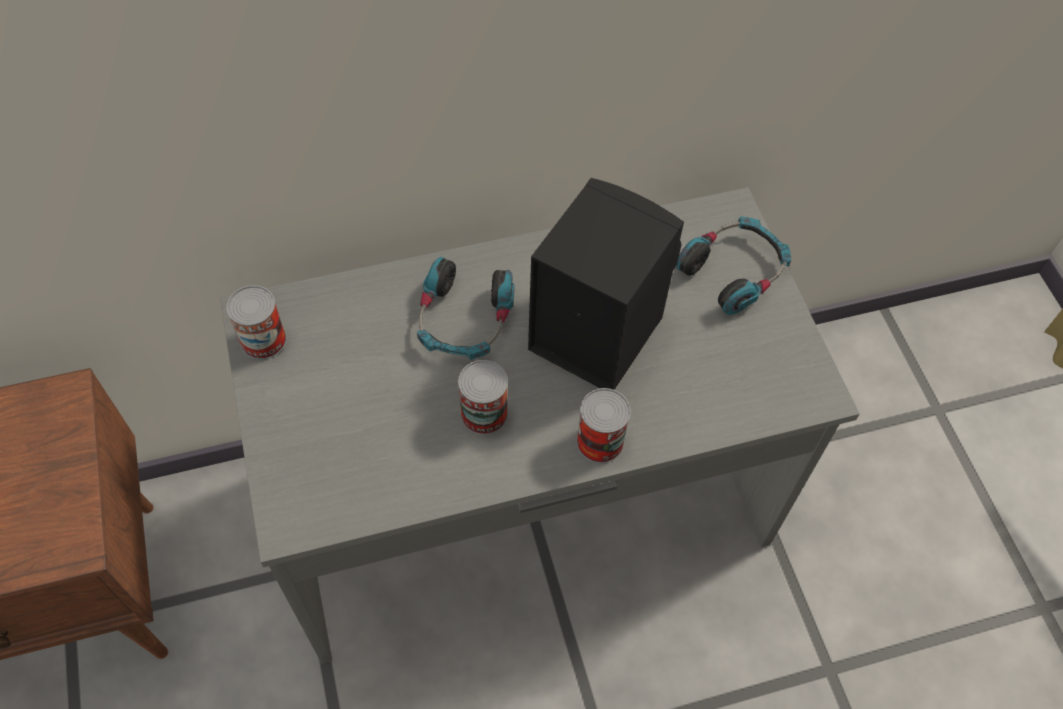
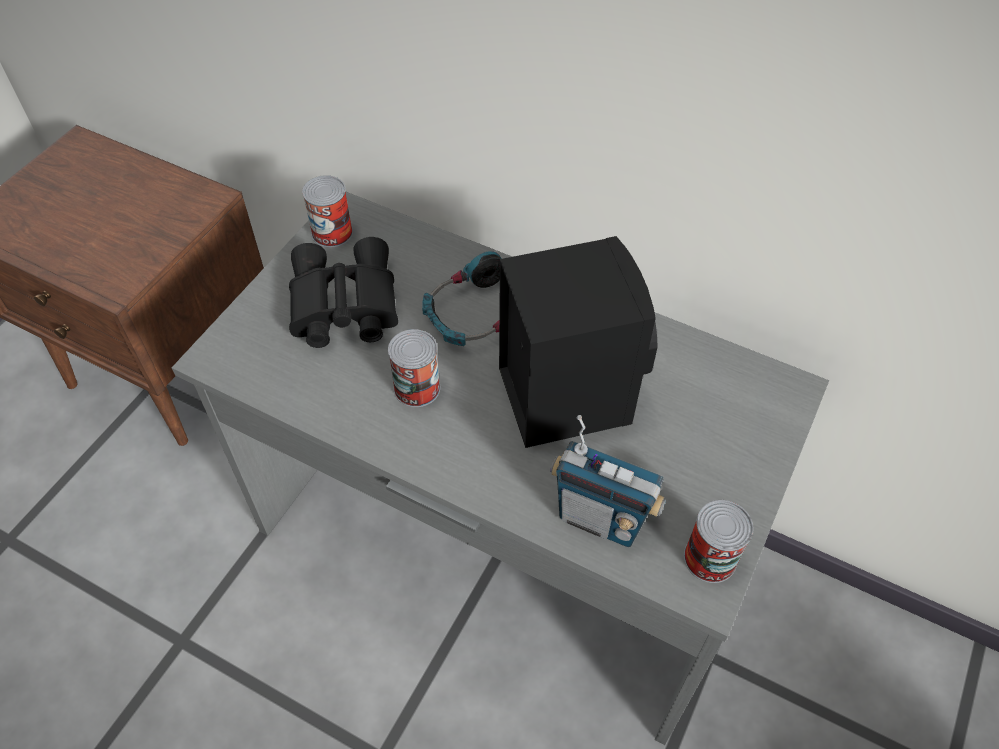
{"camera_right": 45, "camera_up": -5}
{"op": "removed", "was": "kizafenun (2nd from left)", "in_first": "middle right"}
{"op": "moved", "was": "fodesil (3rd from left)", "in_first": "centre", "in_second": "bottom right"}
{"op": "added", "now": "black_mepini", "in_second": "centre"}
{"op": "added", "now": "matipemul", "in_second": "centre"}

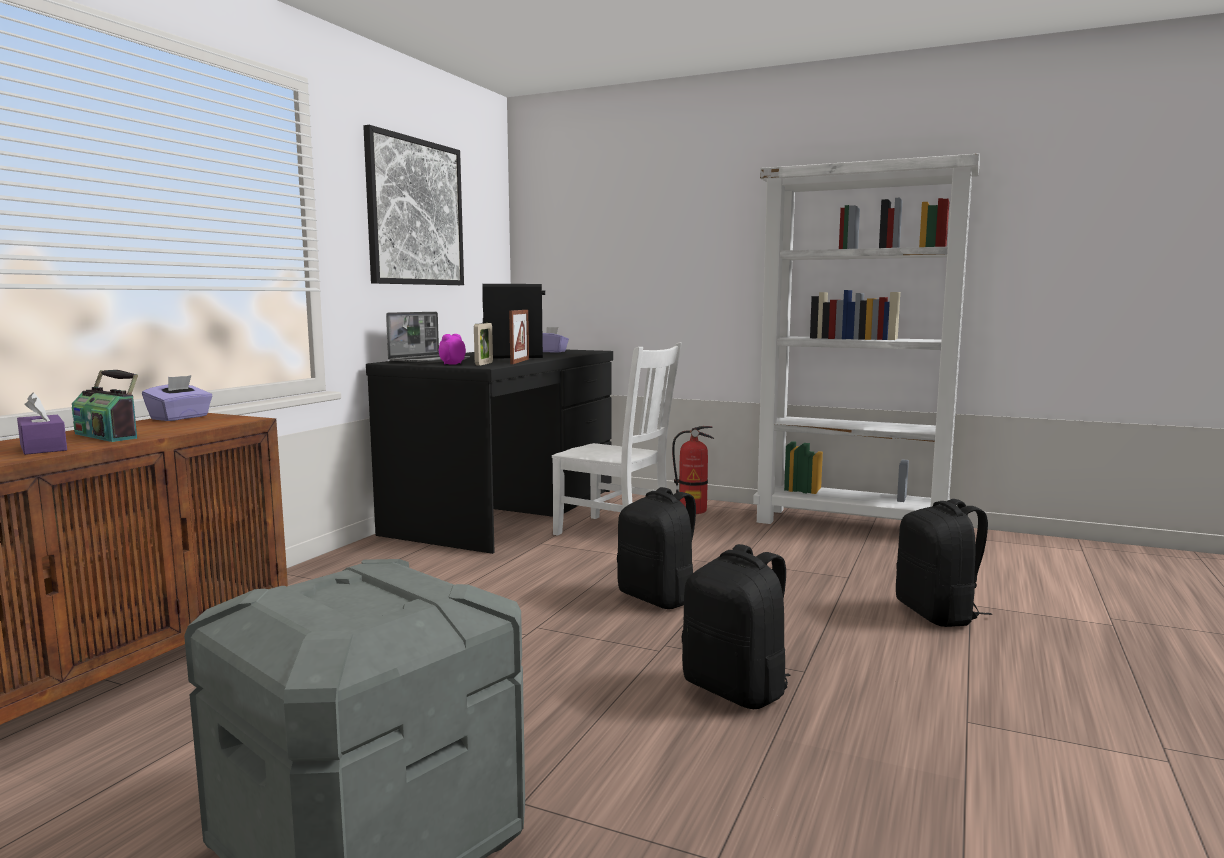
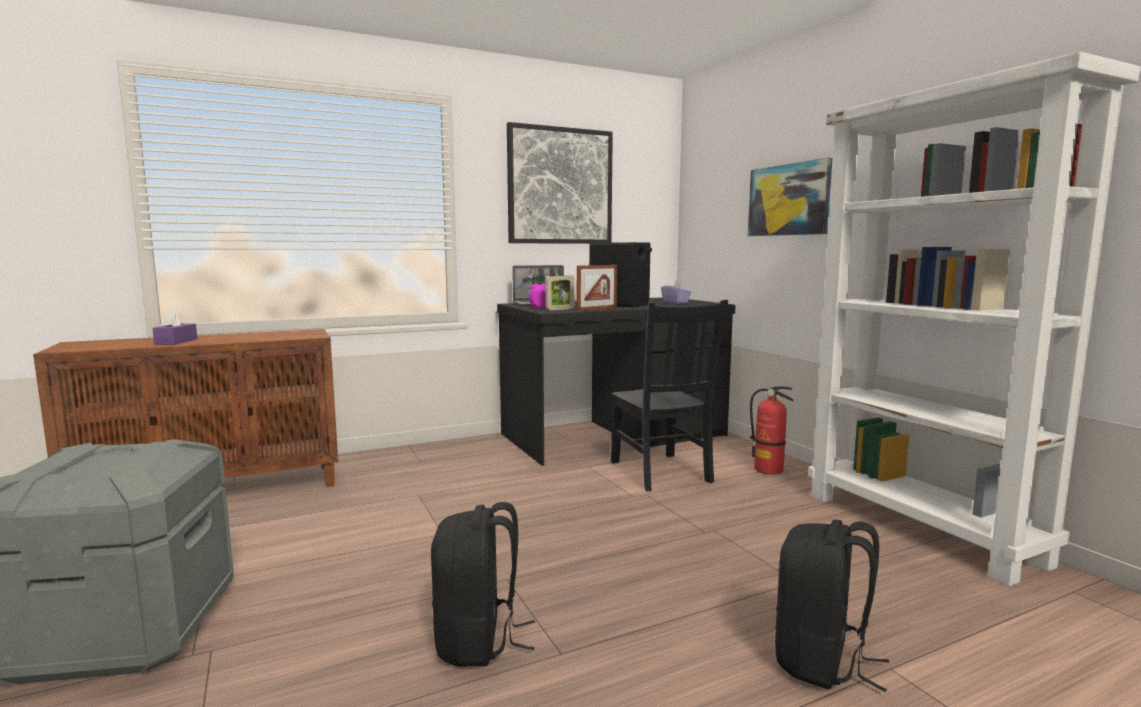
{"camera_right": 40, "camera_up": 0}
{"op": "recoloured", "was": "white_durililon", "now": "black_durililon", "in_first": "centre", "in_second": "centre"}
{"op": "removed", "was": "matipemul", "in_first": "middle left"}
{"op": "removed", "was": "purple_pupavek (2nd from left)", "in_first": "middle left"}
{"op": "removed", "was": "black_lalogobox (1st from left)", "in_first": "centre"}
{"op": "added", "now": "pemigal (2nd from left)", "in_second": "top right"}

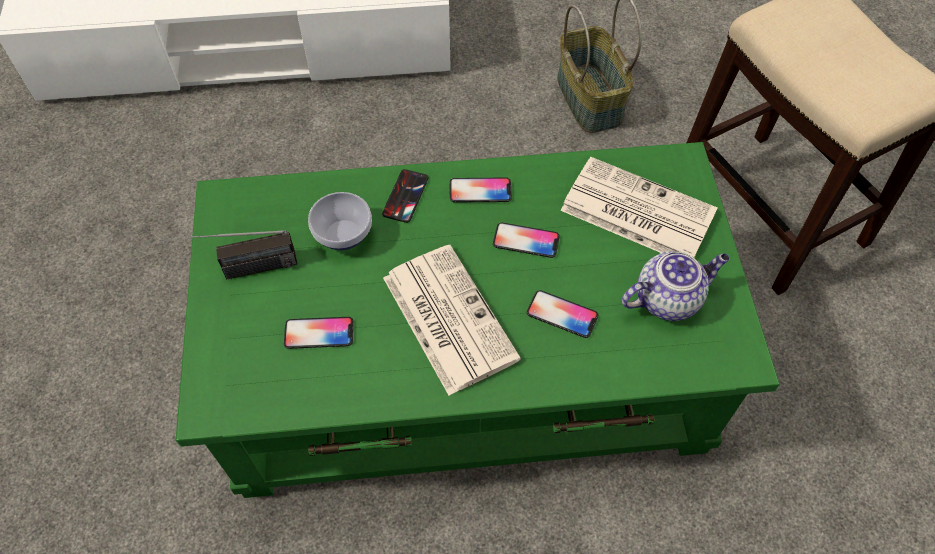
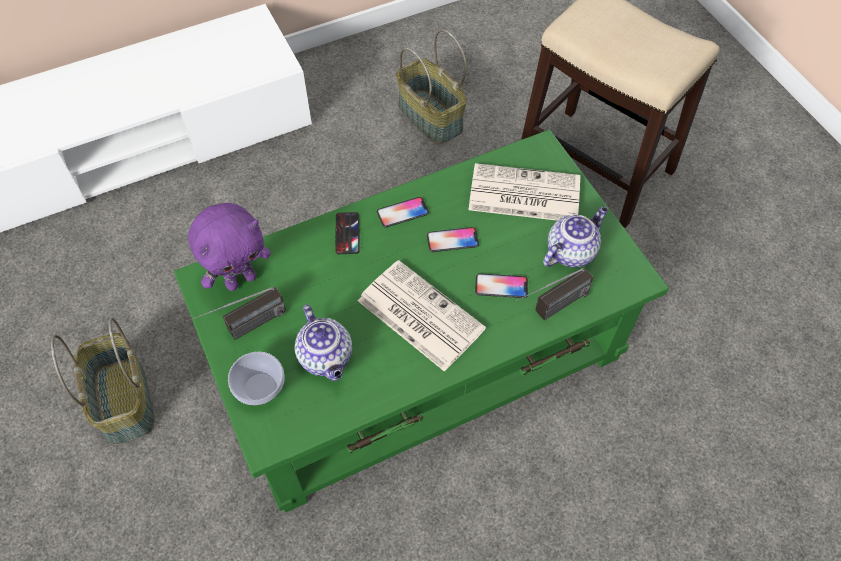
{"camera_right": -20, "camera_up": 0}
{"op": "moved", "was": "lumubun", "in_first": "centre", "in_second": "bottom left"}
{"op": "replaced", "was": "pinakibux (1st from left)", "now": "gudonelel (1st from left)", "in_first": "centre", "in_second": "centre"}
{"op": "added", "now": "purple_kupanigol", "in_second": "middle left"}
{"op": "added", "now": "matipemul (2nd from left)", "in_second": "centre"}
{"op": "added", "now": "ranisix (1st from left)", "in_second": "bottom left"}

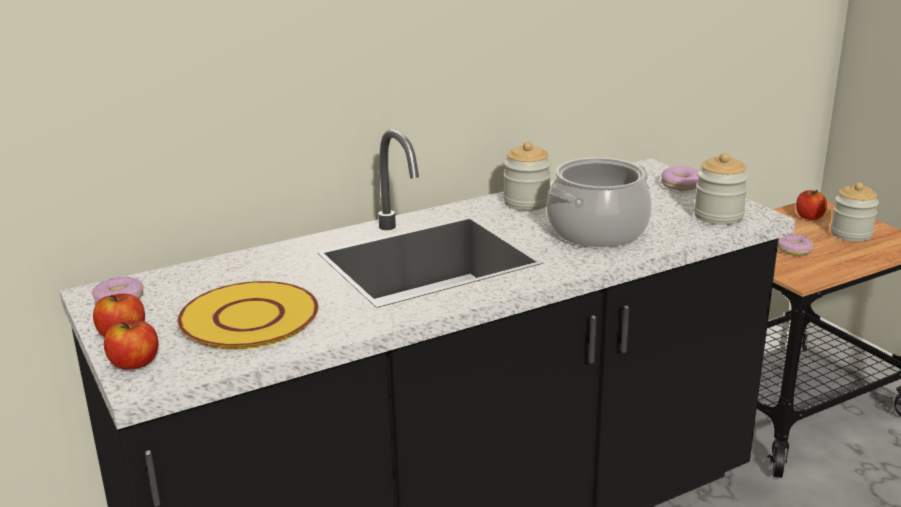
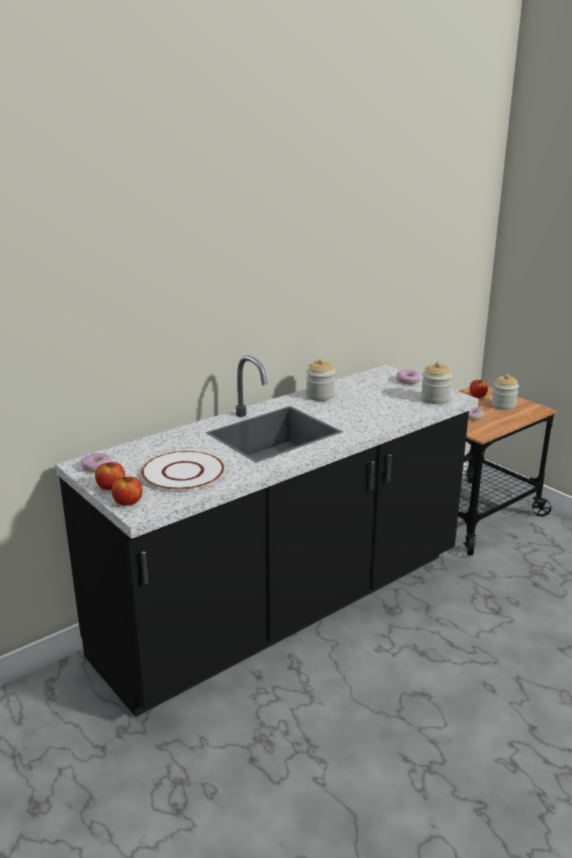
{"camera_right": -10, "camera_up": 0}
{"op": "removed", "was": "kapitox", "in_first": "centre"}
{"op": "recoloured", "was": "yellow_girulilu", "now": "white_girulilu", "in_first": "middle left", "in_second": "middle left"}

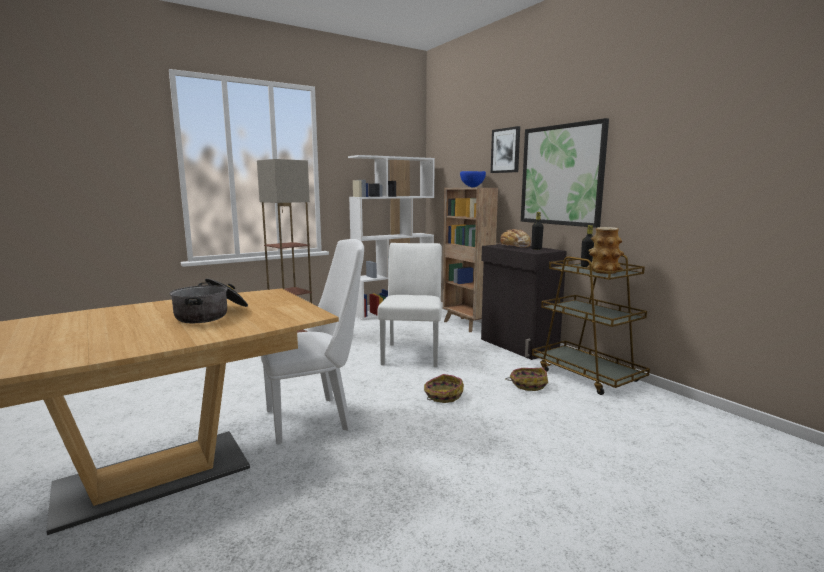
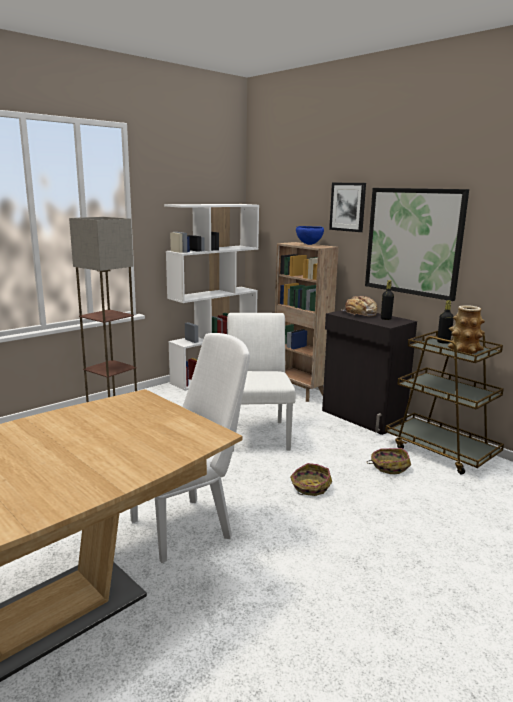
{"camera_right": -10, "camera_up": 5}
{"op": "removed", "was": "kapitox", "in_first": "middle left"}

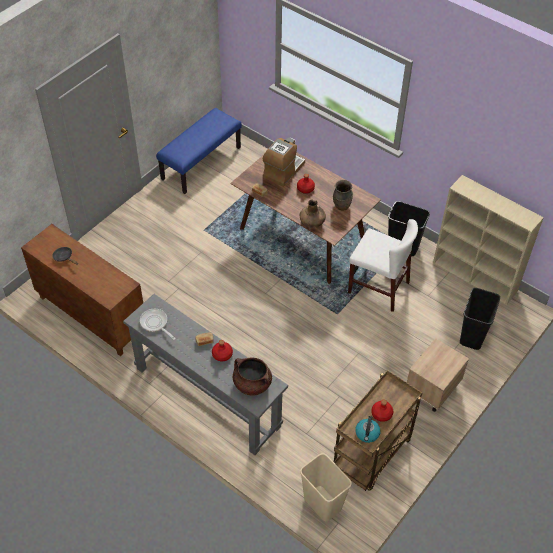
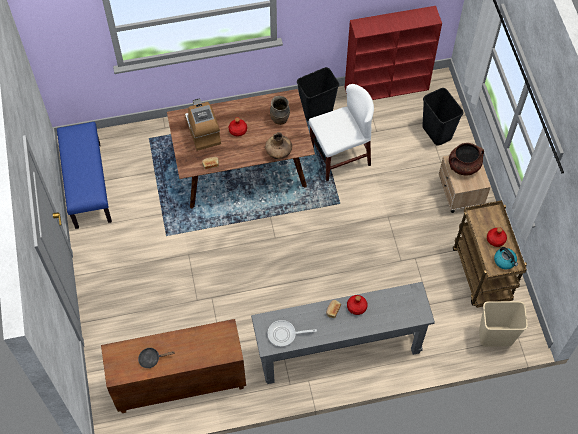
{"camera_right": -50, "camera_up": 10}
{"op": "recoloured", "was": "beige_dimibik", "now": "red_dimibik", "in_first": "middle right", "in_second": "top right"}
{"op": "moved", "was": "brown_kapitox", "in_first": "bottom centre", "in_second": "middle right"}

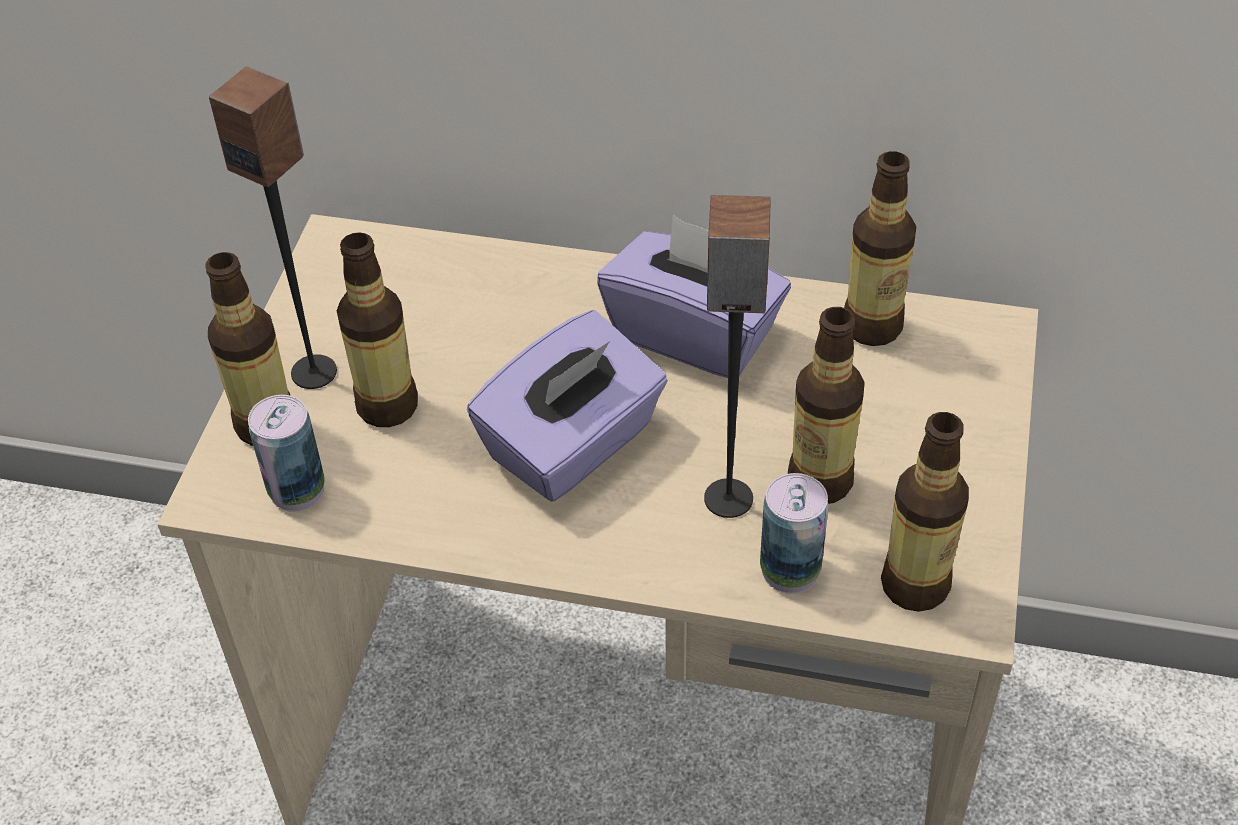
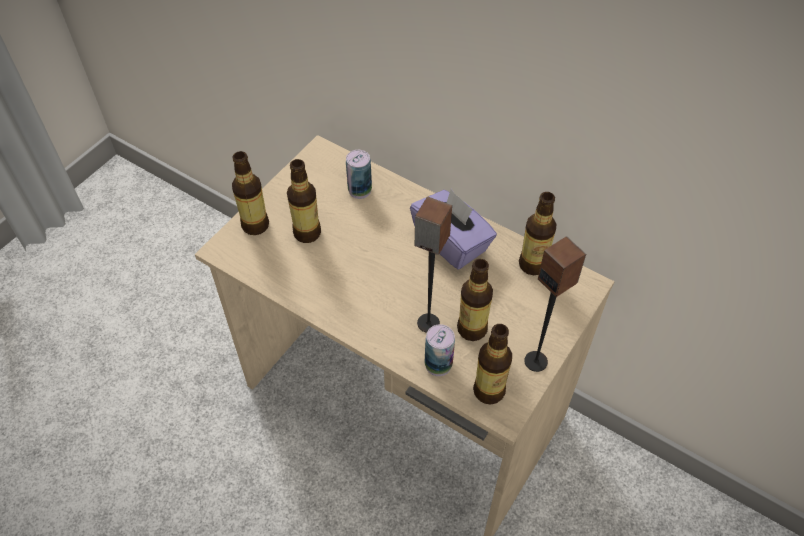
{"camera_right": 20, "camera_up": 5}
{"op": "moved", "was": "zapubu (1st from left in the first image)", "now": "zapubu (2nd from left)", "in_first": "top left", "in_second": "middle right"}
{"op": "removed", "was": "purple_pupavek (1st from left)", "in_first": "centre"}
{"op": "moved", "was": "fodesil (1st from left)", "in_first": "middle left", "in_second": "top centre"}

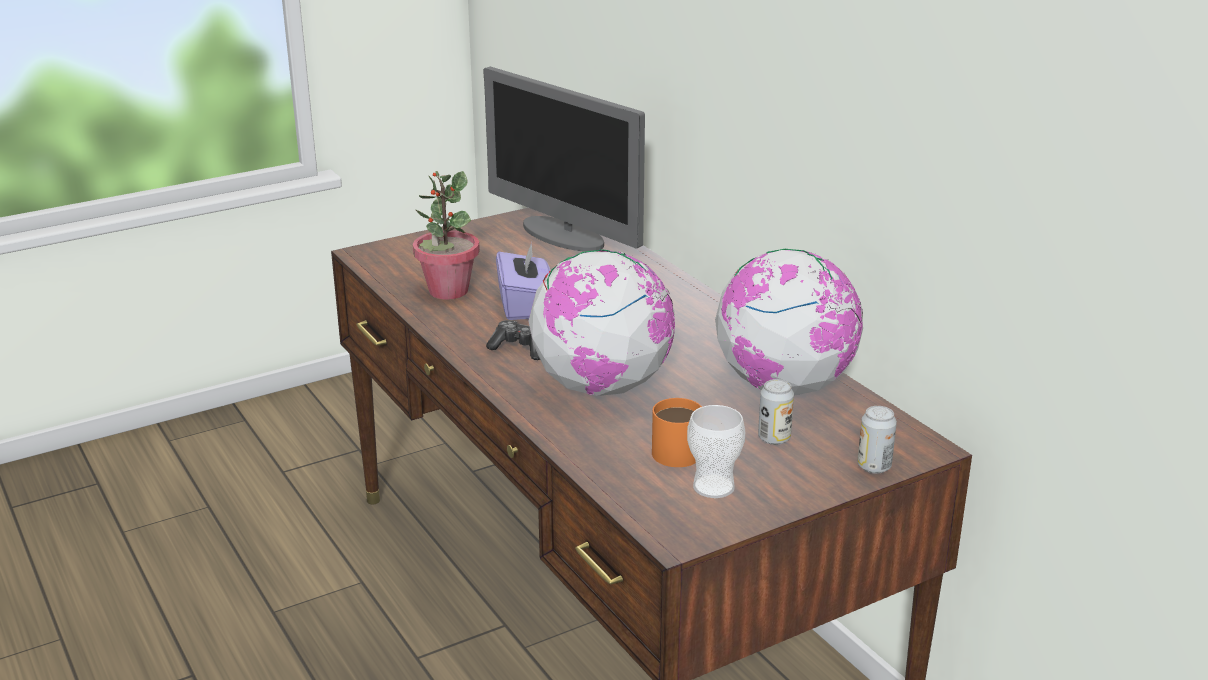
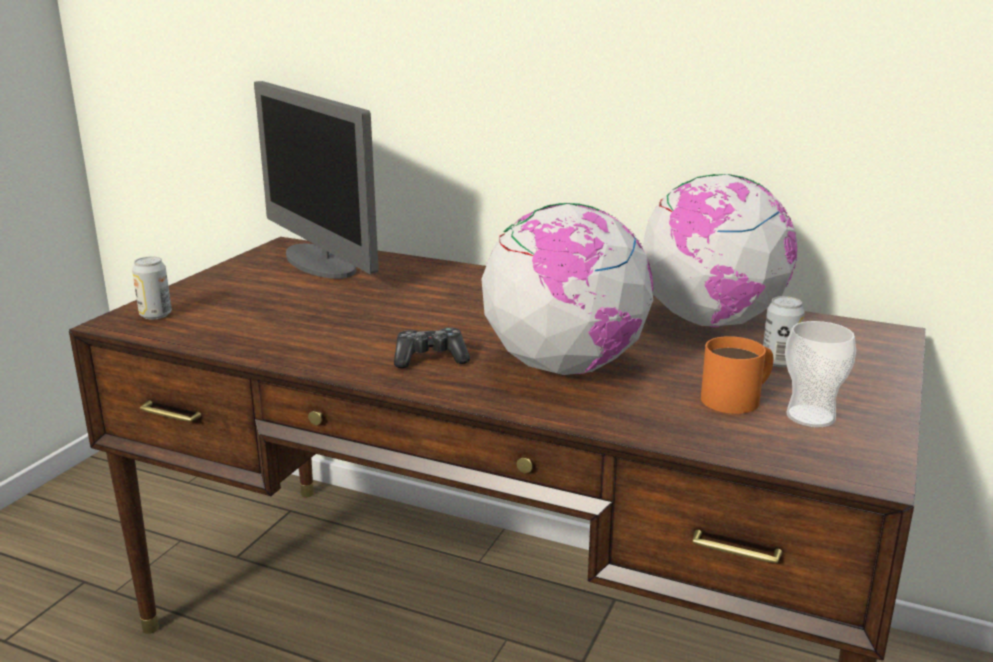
{"camera_right": -35, "camera_up": -5}
{"op": "turned", "was": "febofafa", "in_first": "top centre", "in_second": "top left", "clockwise": 45}
{"op": "removed", "was": "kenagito", "in_first": "centre"}
{"op": "removed", "was": "purple_pupavek", "in_first": "centre"}
{"op": "moved", "was": "fodesil (2nd from left in the first image)", "now": "fodesil (1st from left)", "in_first": "middle right", "in_second": "middle left"}

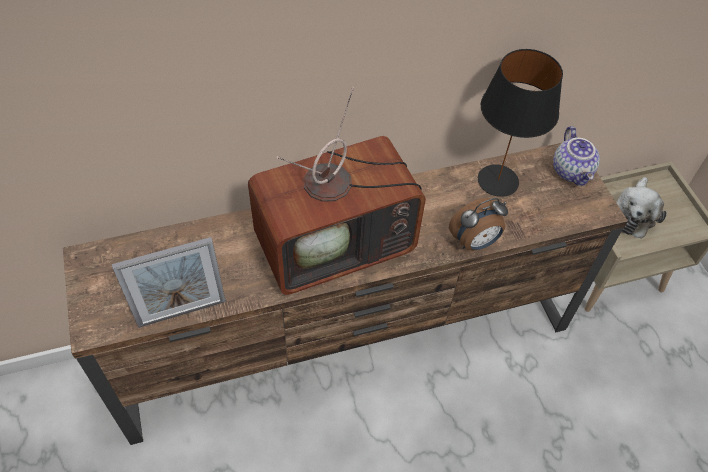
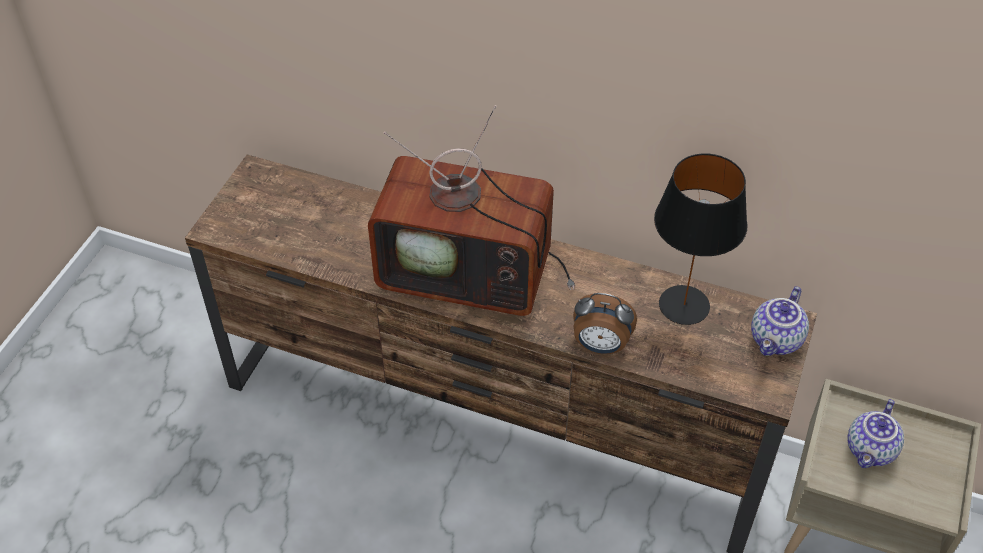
{"camera_right": 40, "camera_up": -5}
{"op": "replaced", "was": "kupanigol", "now": "gudonelel (2nd from left)", "in_first": "middle right", "in_second": "bottom right"}
{"op": "removed", "was": "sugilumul", "in_first": "middle left"}

